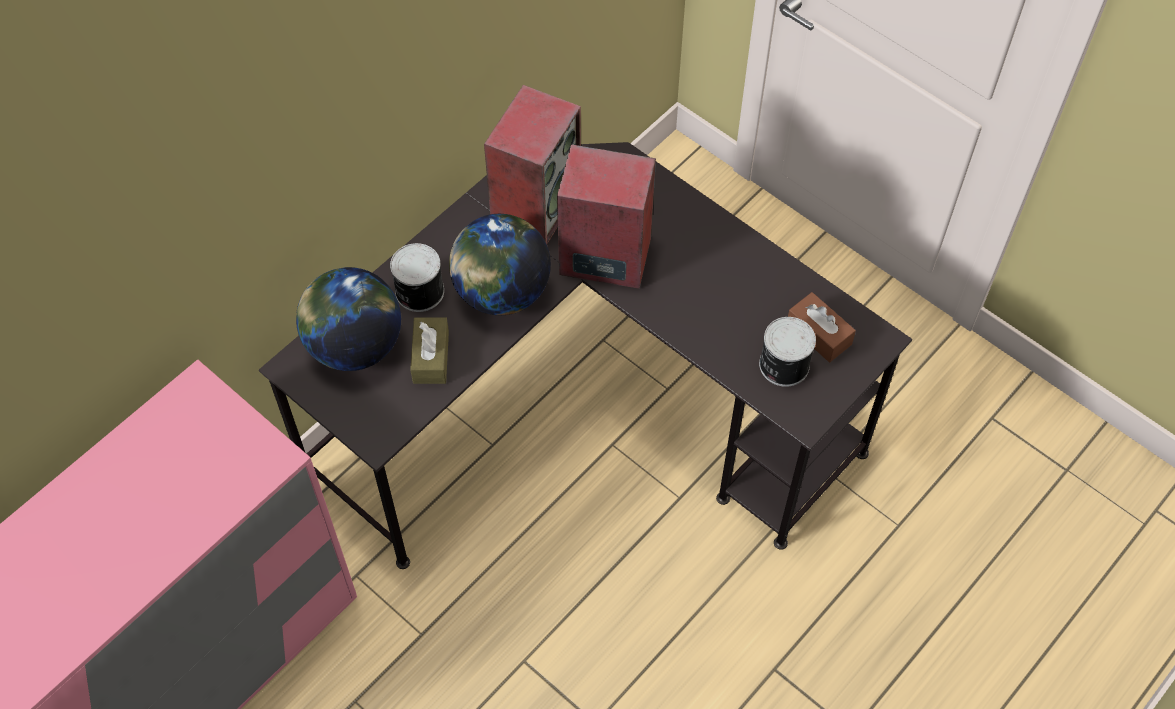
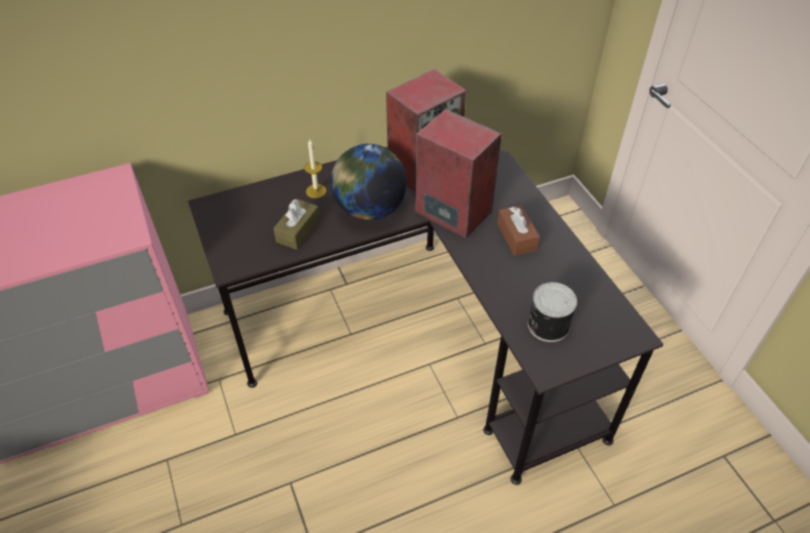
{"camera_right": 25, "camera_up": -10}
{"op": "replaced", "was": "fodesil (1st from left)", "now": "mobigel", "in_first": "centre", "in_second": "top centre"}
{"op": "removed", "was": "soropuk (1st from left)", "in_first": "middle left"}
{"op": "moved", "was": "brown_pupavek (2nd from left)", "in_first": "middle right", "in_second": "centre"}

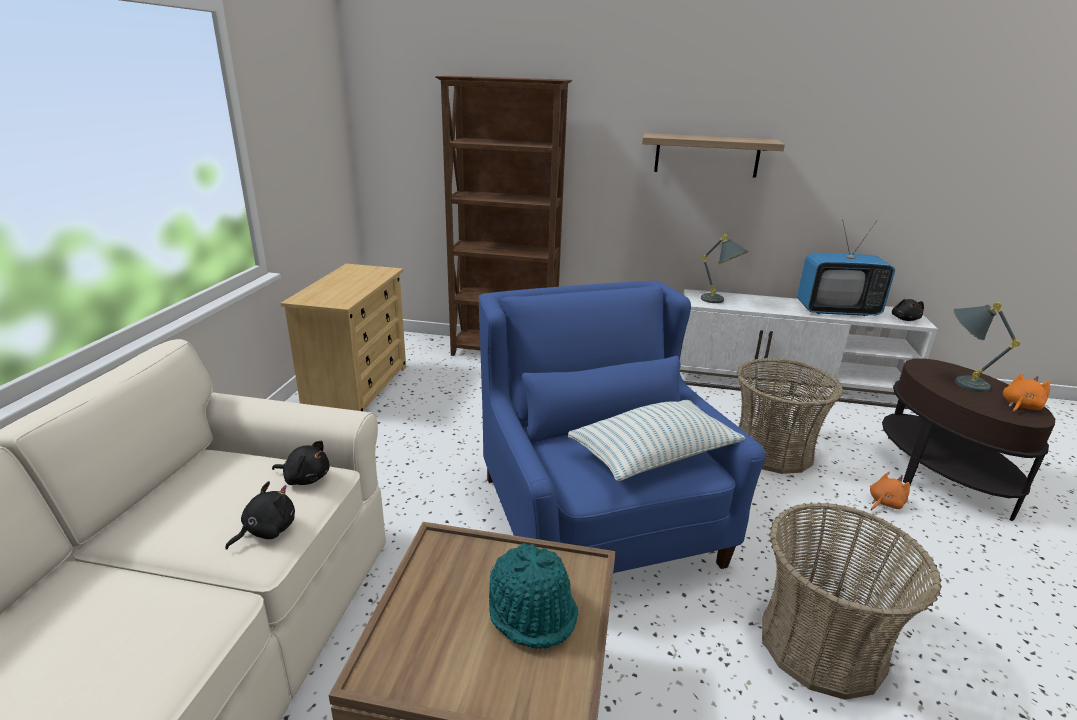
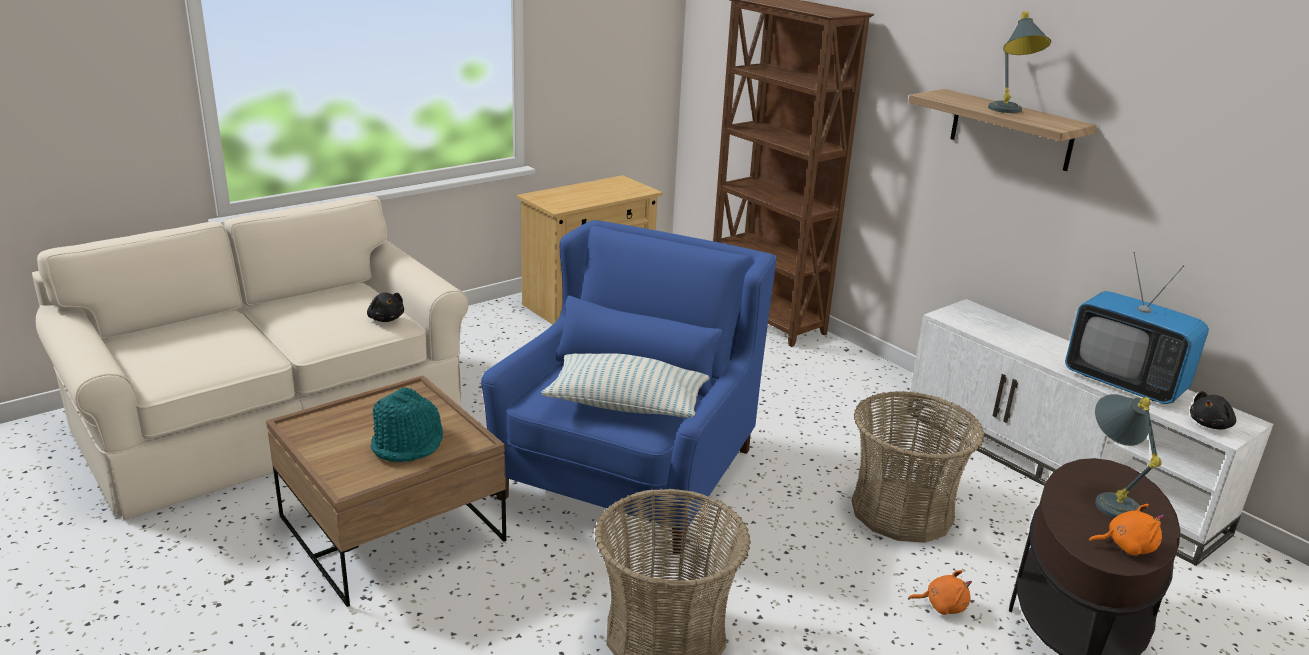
{"camera_right": 40, "camera_up": 0}
{"op": "moved", "was": "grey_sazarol (1st from left)", "in_first": "middle right", "in_second": "top right"}
{"op": "removed", "was": "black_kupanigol (1st from left)", "in_first": "bottom left"}

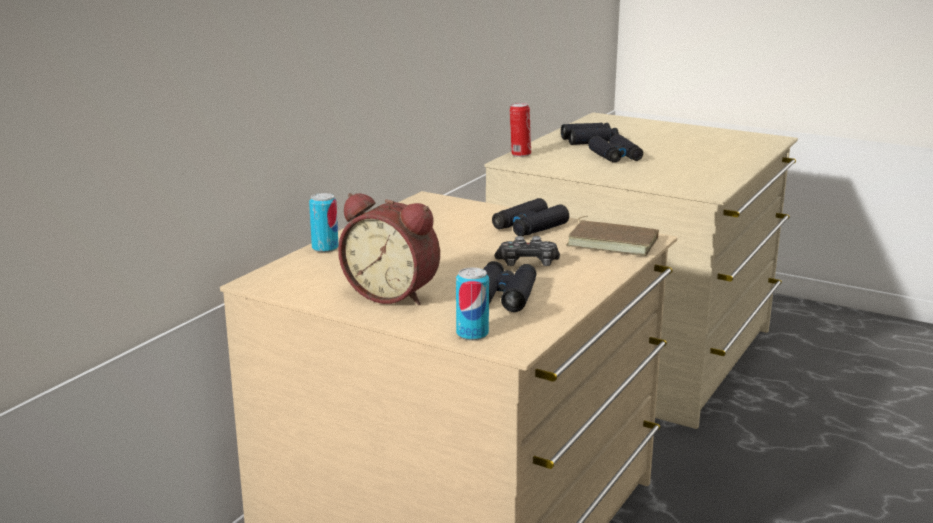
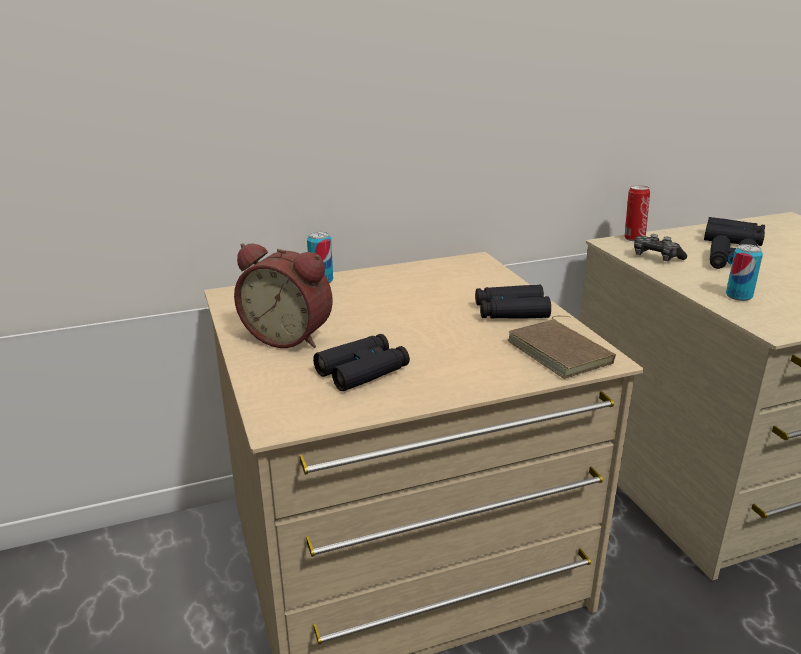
{"camera_right": 40, "camera_up": 5}
{"op": "turned", "was": "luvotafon", "in_first": "centre", "in_second": "centre", "clockwise": -45}
{"op": "moved", "was": "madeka", "in_first": "centre", "in_second": "middle right"}
{"op": "moved", "was": "fodesil (2nd from left in the first image)", "now": "fodesil (3rd from left)", "in_first": "centre", "in_second": "middle right"}

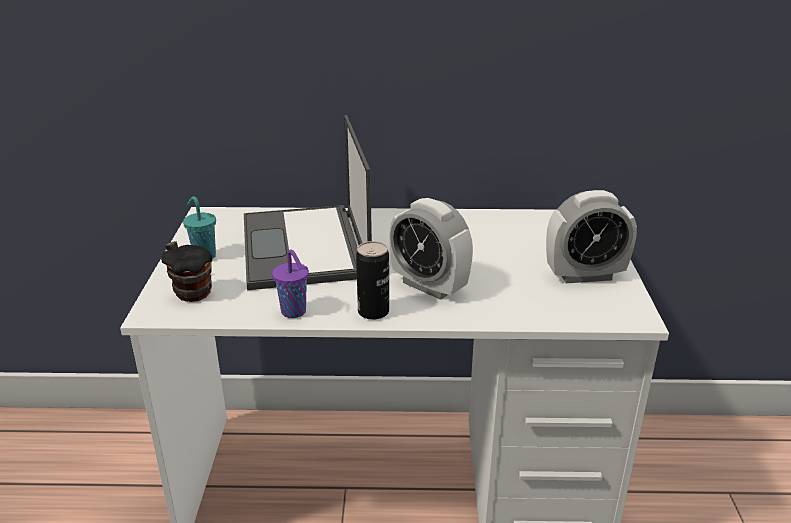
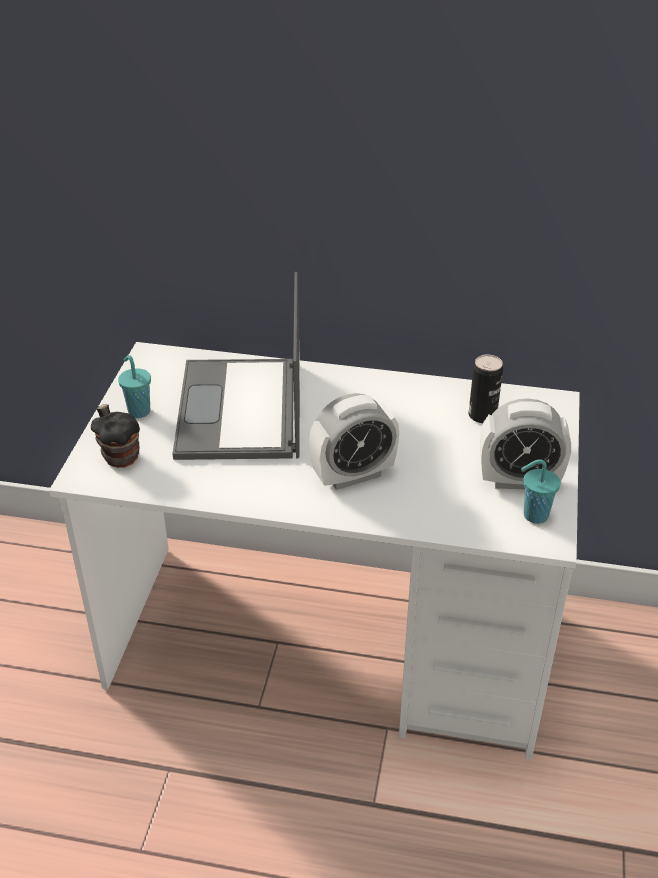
{"camera_right": 10, "camera_up": 10}
{"op": "turned", "was": "luvotafon (1st from left)", "in_first": "centre", "in_second": "centre", "clockwise": -75}
{"op": "moved", "was": "fodesil", "in_first": "centre", "in_second": "middle right"}
{"op": "removed", "was": "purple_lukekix", "in_first": "centre"}
{"op": "added", "now": "turquoise_lukekix (2nd from left)", "in_second": "middle right"}

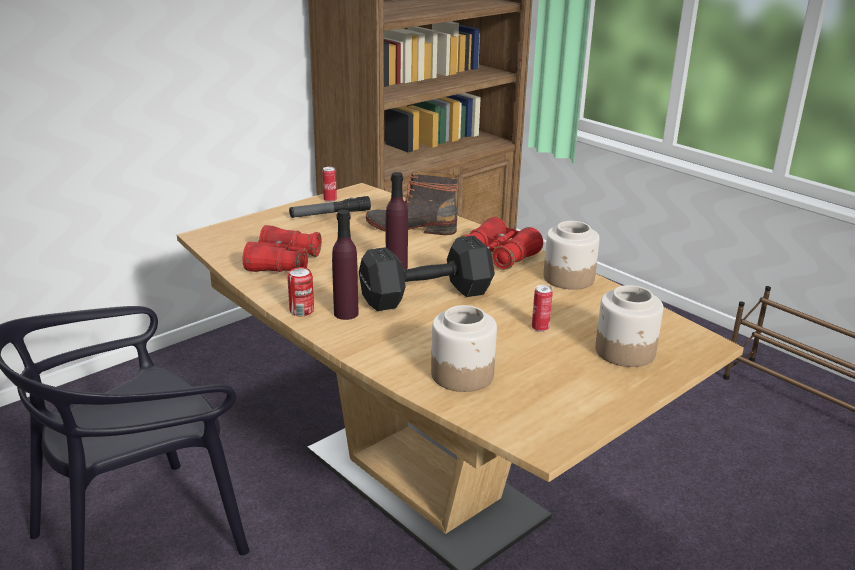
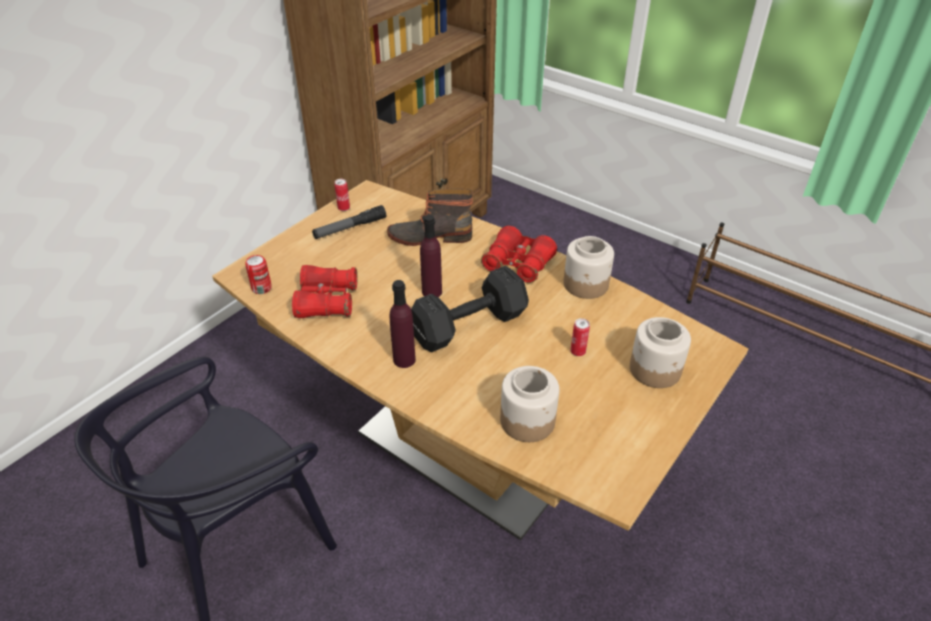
{"camera_right": -10, "camera_up": 15}
{"op": "moved", "was": "fodesil (1st from left)", "in_first": "centre", "in_second": "middle left"}

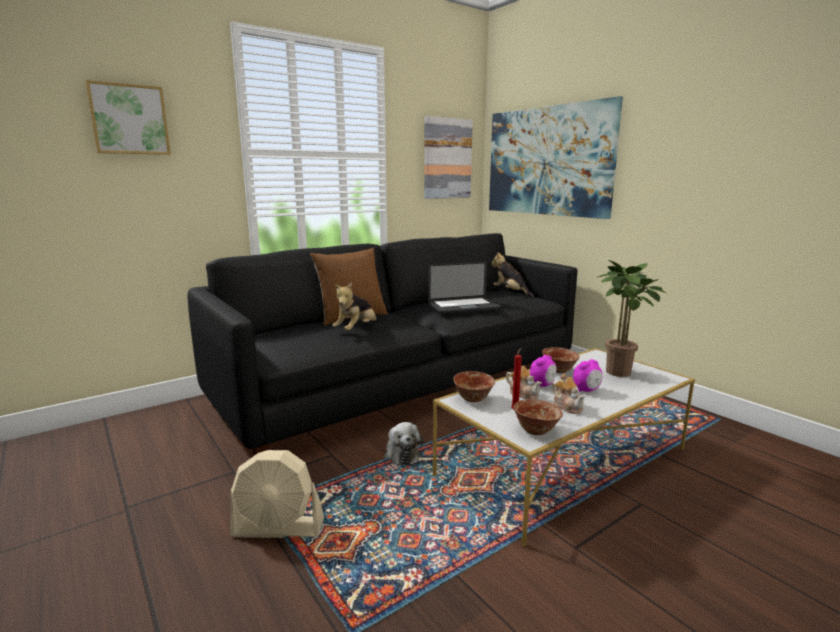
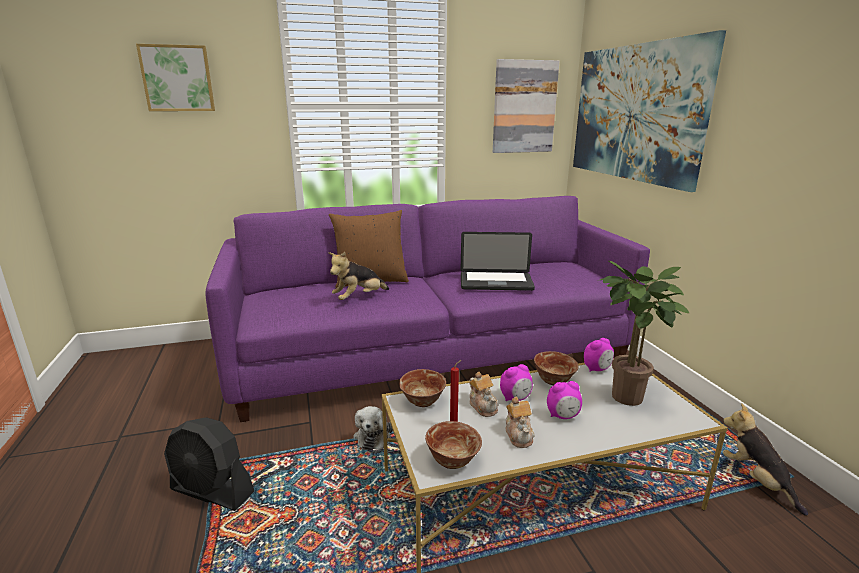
{"camera_right": 20, "camera_up": 5}
{"op": "recoloured", "was": "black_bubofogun", "now": "purple_bubofogun", "in_first": "centre", "in_second": "centre"}
{"op": "moved", "was": "kupanigol (3rd from left)", "in_first": "centre", "in_second": "bottom right"}
{"op": "recoloured", "was": "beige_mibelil", "now": "black_mibelil", "in_first": "bottom left", "in_second": "bottom left"}
{"op": "added", "now": "luvotafon (3rd from left)", "in_second": "middle right"}

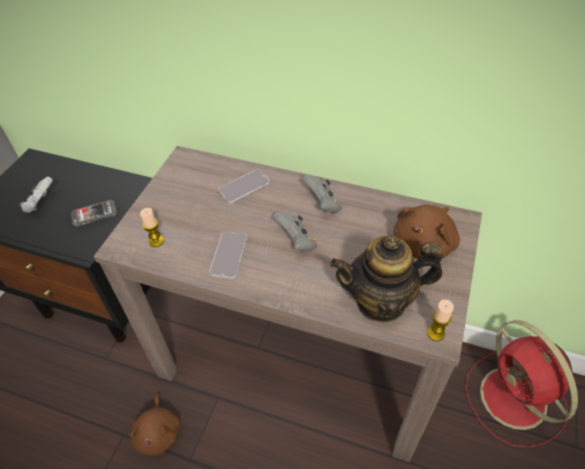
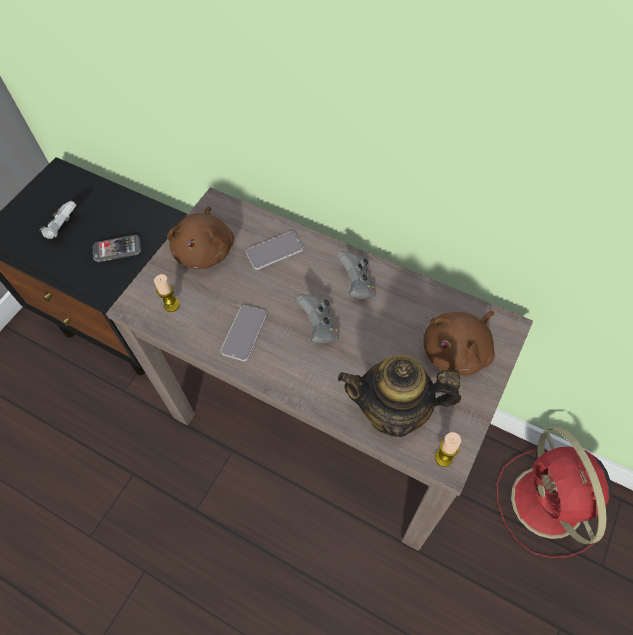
{"camera_right": 10, "camera_up": 10}
{"op": "moved", "was": "brown_kupanigol (1st from left)", "in_first": "bottom left", "in_second": "middle left"}

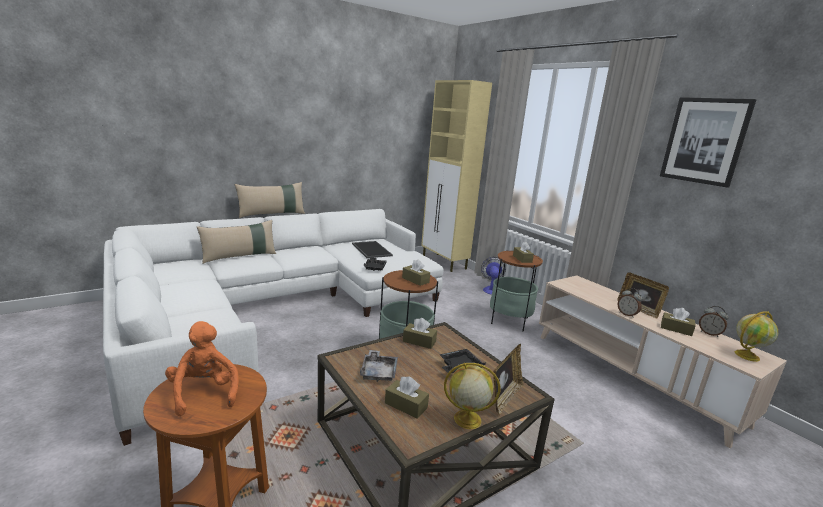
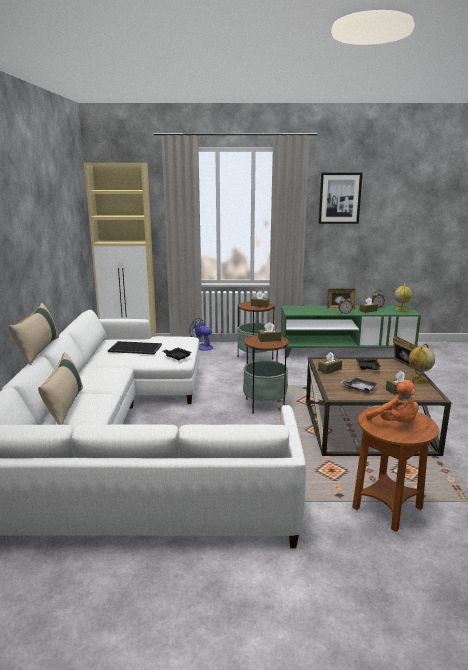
{"camera_right": -55, "camera_up": 0}
{"op": "recoloured", "was": "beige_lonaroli", "now": "green_lonaroli", "in_first": "bottom right", "in_second": "middle right"}
{"op": "turned", "was": "orange_kupanigol", "in_first": "bottom left", "in_second": "middle right", "clockwise": -135}

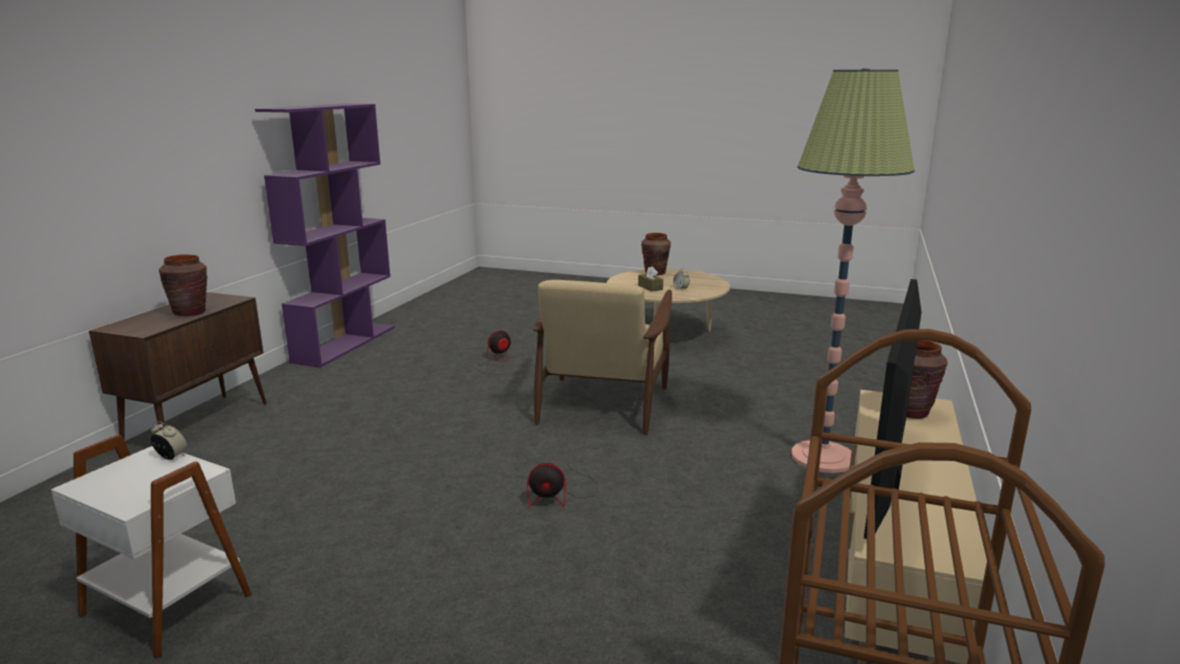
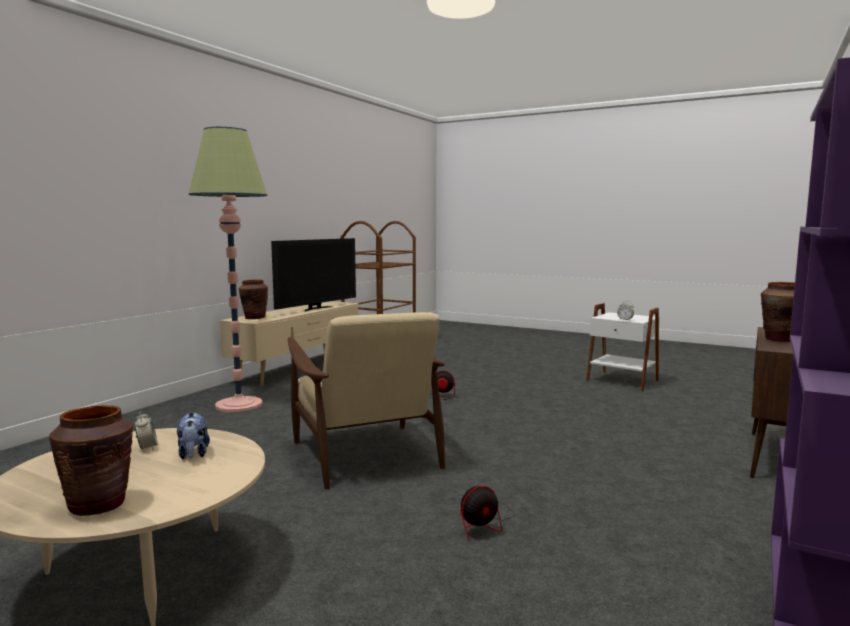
{"camera_right": -170, "camera_up": -10}
{"op": "replaced", "was": "brown_pupavek", "now": "kupanigol", "in_first": "centre", "in_second": "bottom left"}
{"op": "turned", "was": "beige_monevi", "in_first": "centre", "in_second": "centre", "clockwise": 135}

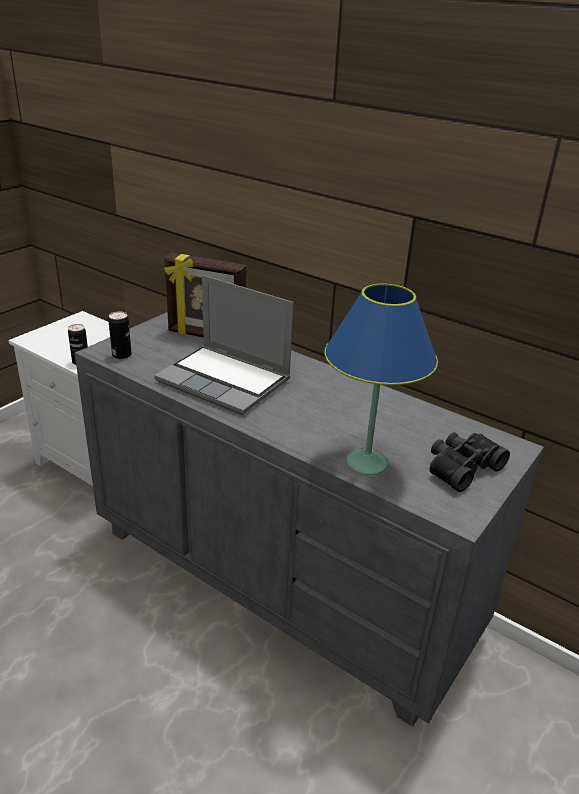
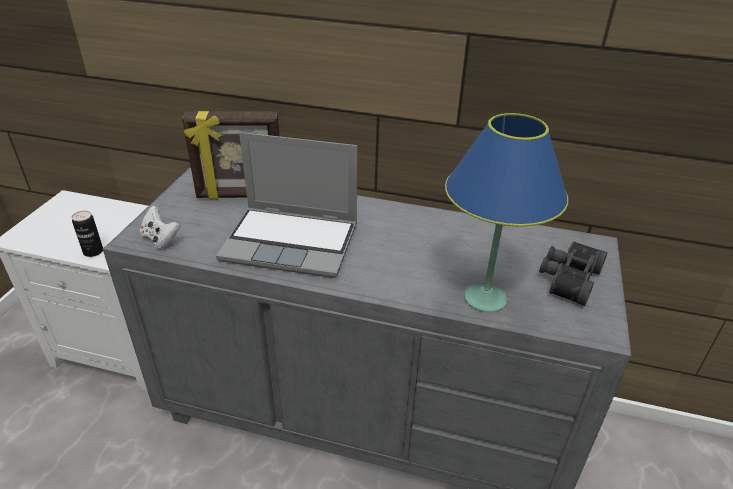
{"camera_right": -20, "camera_up": 5}
{"op": "replaced", "was": "fodesil (2nd from left)", "now": "white_madeka", "in_first": "middle left", "in_second": "middle left"}

